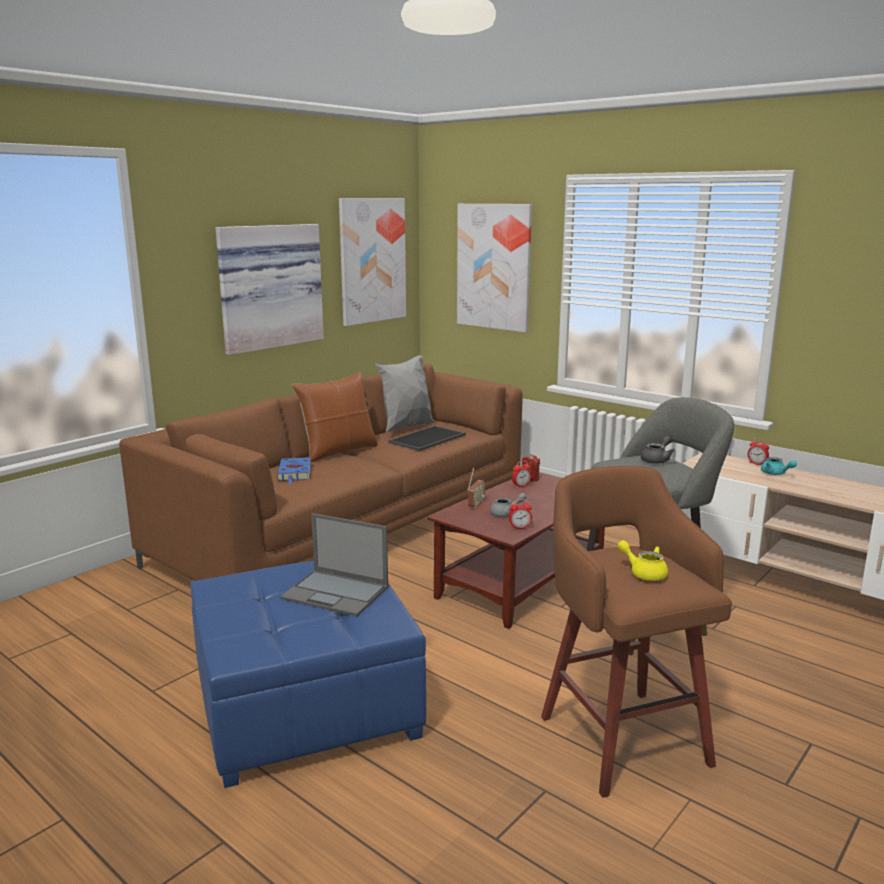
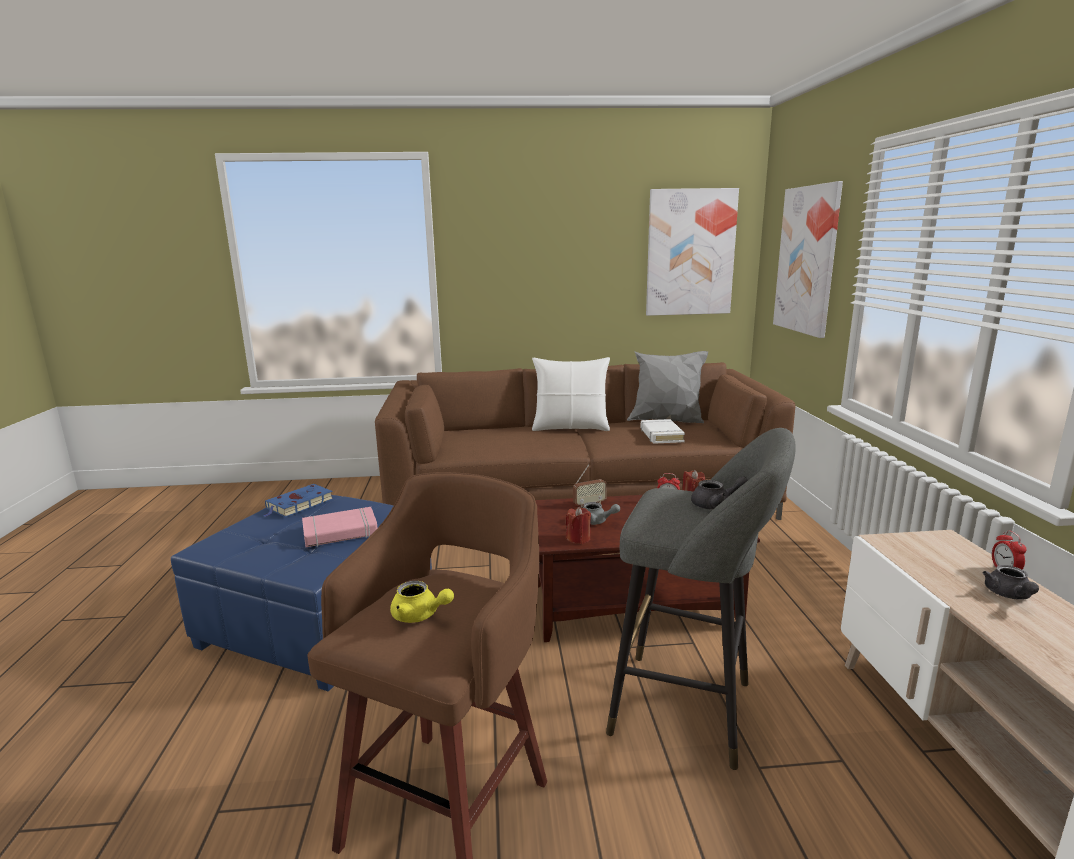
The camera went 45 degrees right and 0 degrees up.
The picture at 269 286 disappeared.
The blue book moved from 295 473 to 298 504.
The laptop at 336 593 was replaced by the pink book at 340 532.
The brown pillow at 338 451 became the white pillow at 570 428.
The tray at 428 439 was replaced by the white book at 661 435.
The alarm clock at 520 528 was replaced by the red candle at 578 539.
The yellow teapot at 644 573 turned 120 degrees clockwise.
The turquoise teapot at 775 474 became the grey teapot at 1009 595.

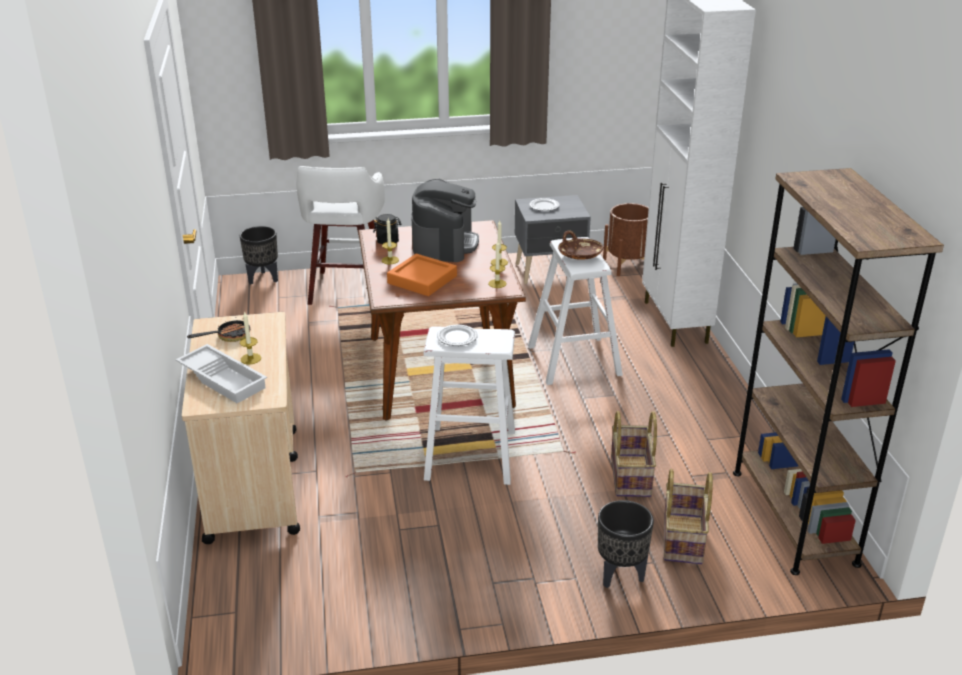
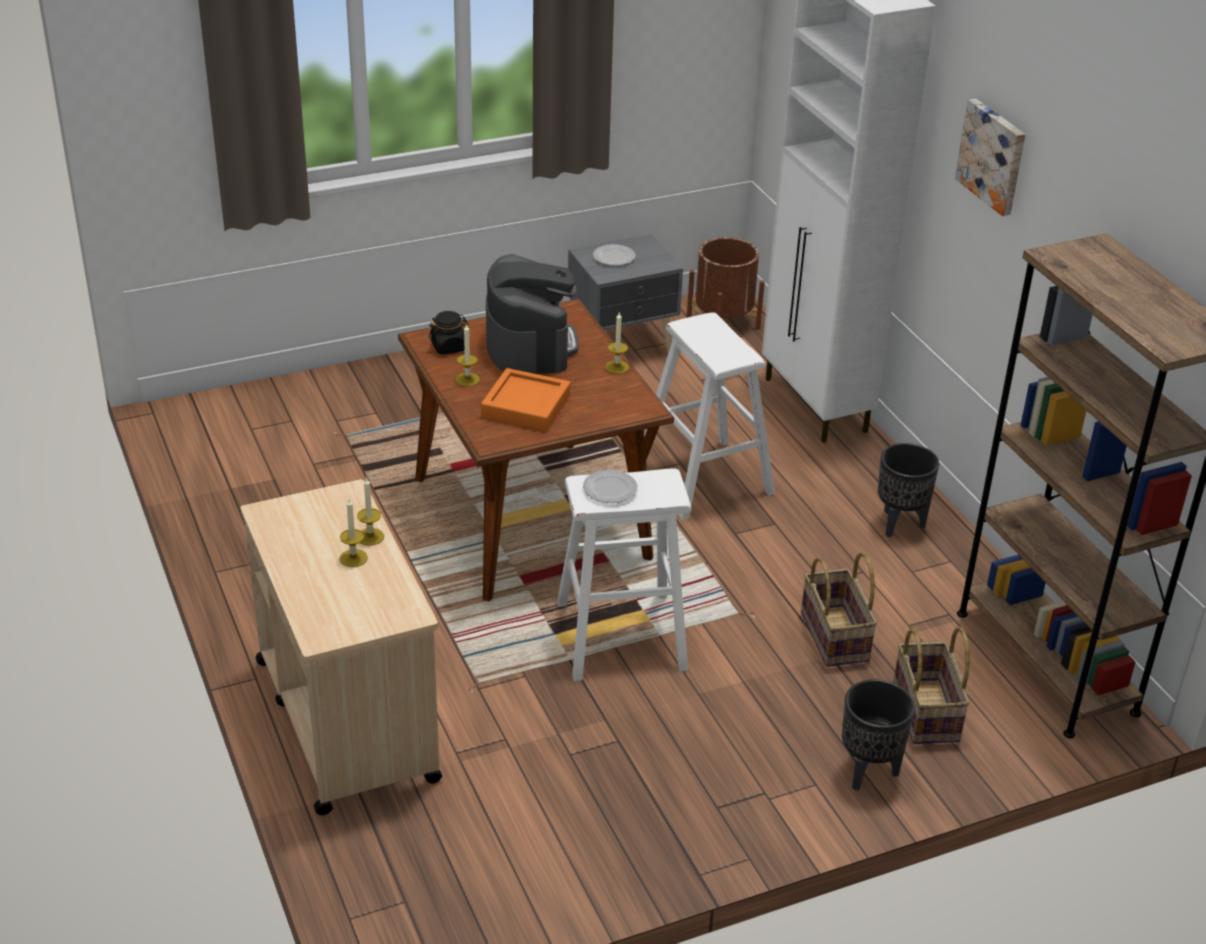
The camera went 15 degrees left and 5 degrees up.
The white tray at 224 378 disappeared.
The frying pan at 228 336 disappeared.
The black planter moved from 263 279 to 900 524.
The white stool at 347 290 disappeared.
The candle moved from 497 283 to 370 537.
The brown bowl at 579 255 disappeared.
The picture at 993 156 appeared.

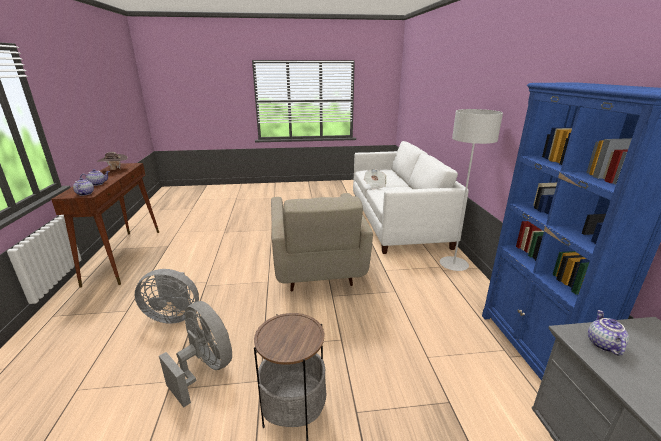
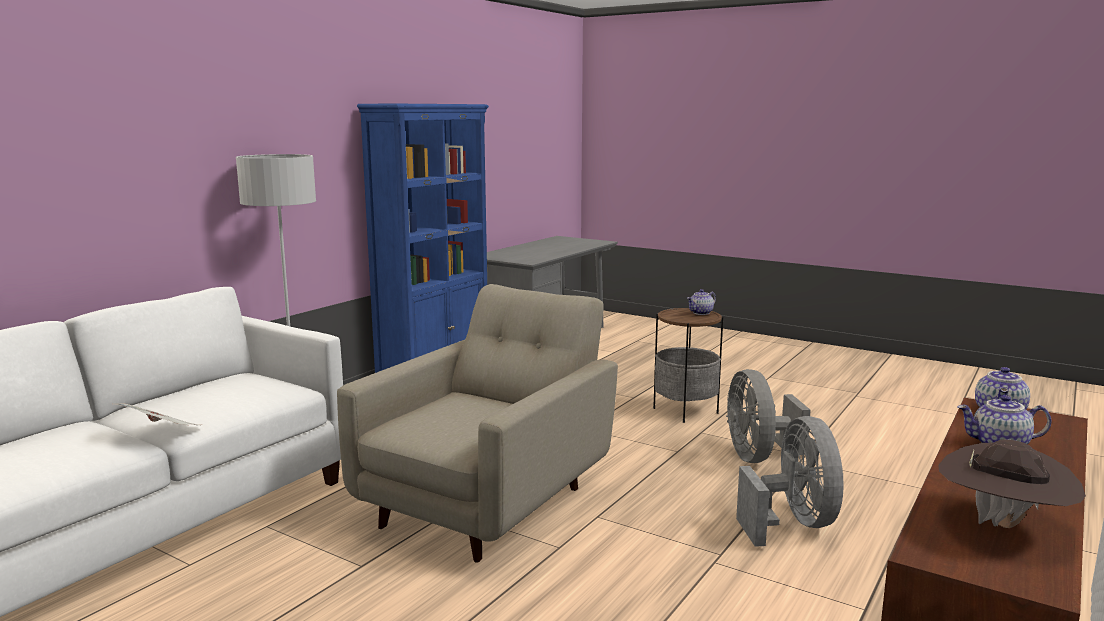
The camera went 140 degrees left and 10 degrees down.
The grey fan at 173 315 turned 45 degrees clockwise.
The teapot moved from 602 344 to 701 313.

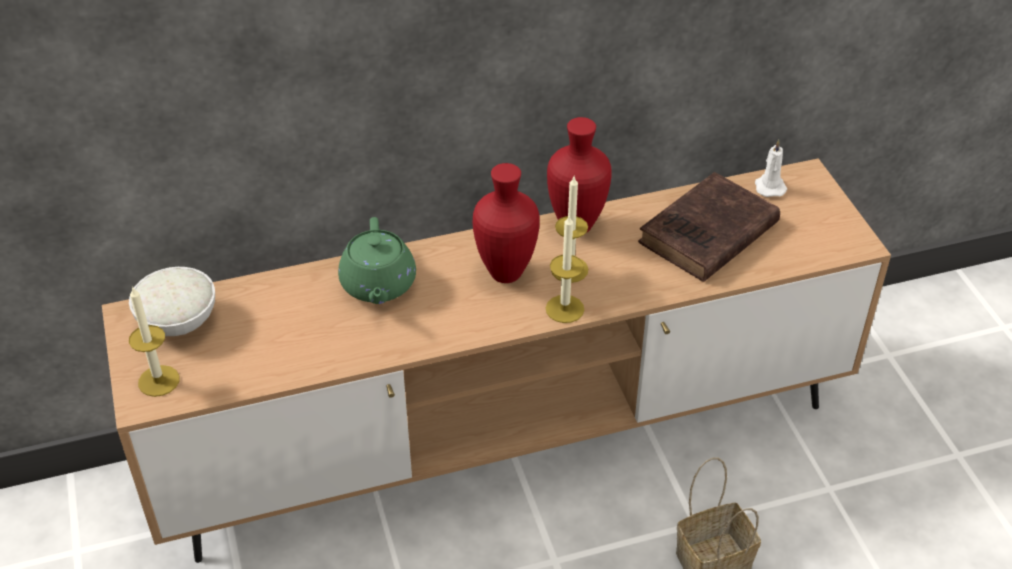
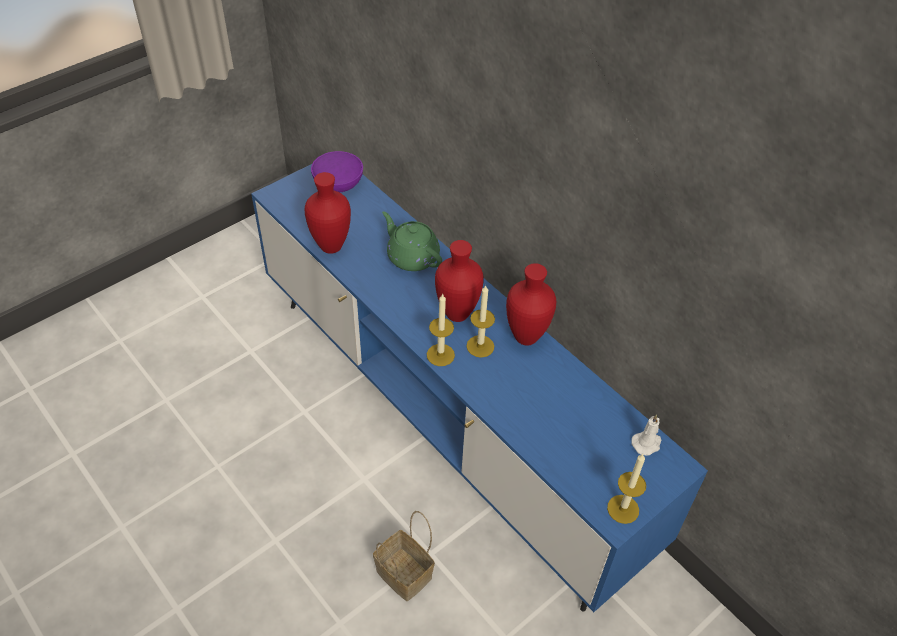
The camera went 65 degrees right and 5 degrees up.
The brown tv stand at 504 442 became the blue tv stand at 446 419.
The white bowl at 179 321 became the purple bowl at 338 185.
The candle moved from 158 381 to 623 509.
The green teapot at 378 285 turned 75 degrees clockwise.
The brown book at 706 235 disappeared.
The red vase at 331 246 appeared.

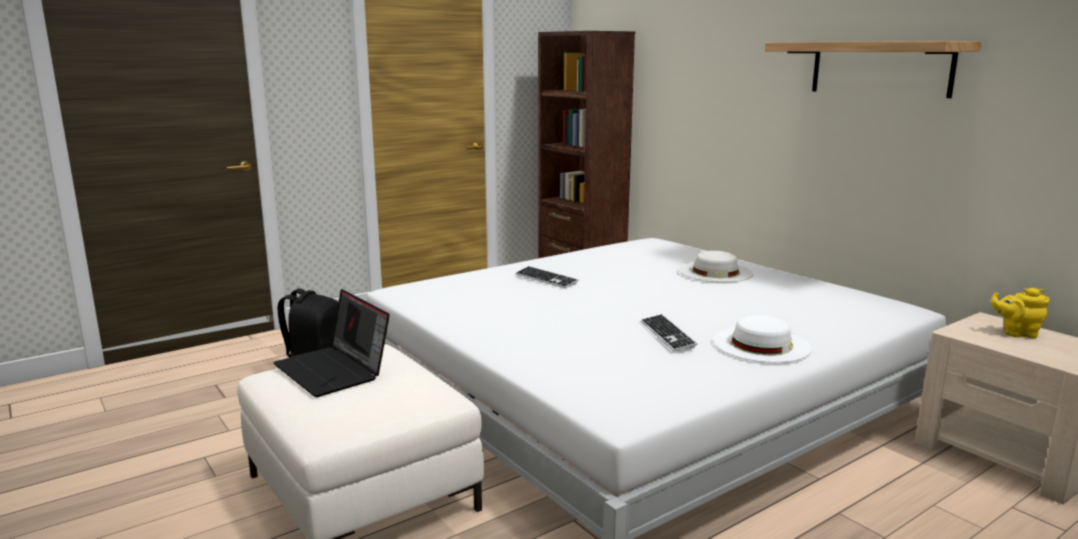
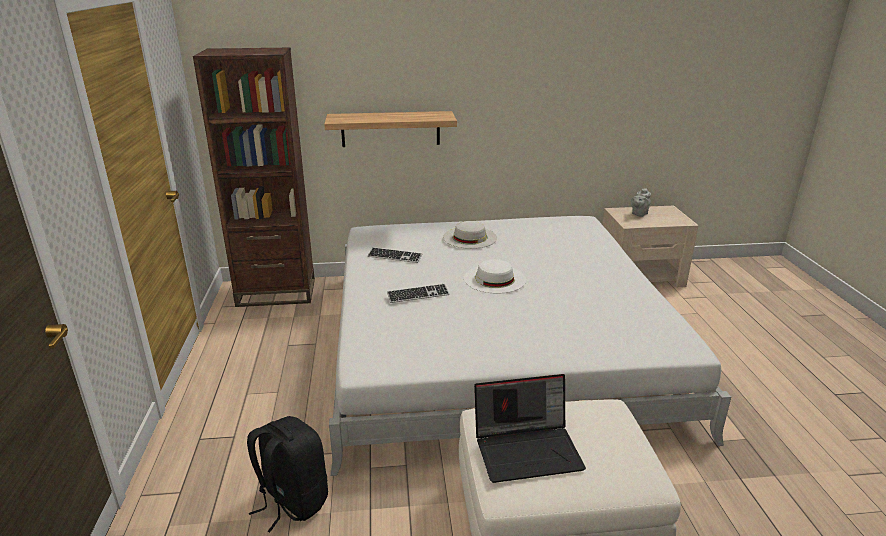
The camera went 60 degrees left and 10 degrees up.
The keyboard moved from 667 334 to 394 256.
The white hat moved from 761 344 to 494 278.
The shelf moved from 880 68 to 390 129.
The yellow teapot at 1016 333 became the grey teapot at 639 214.

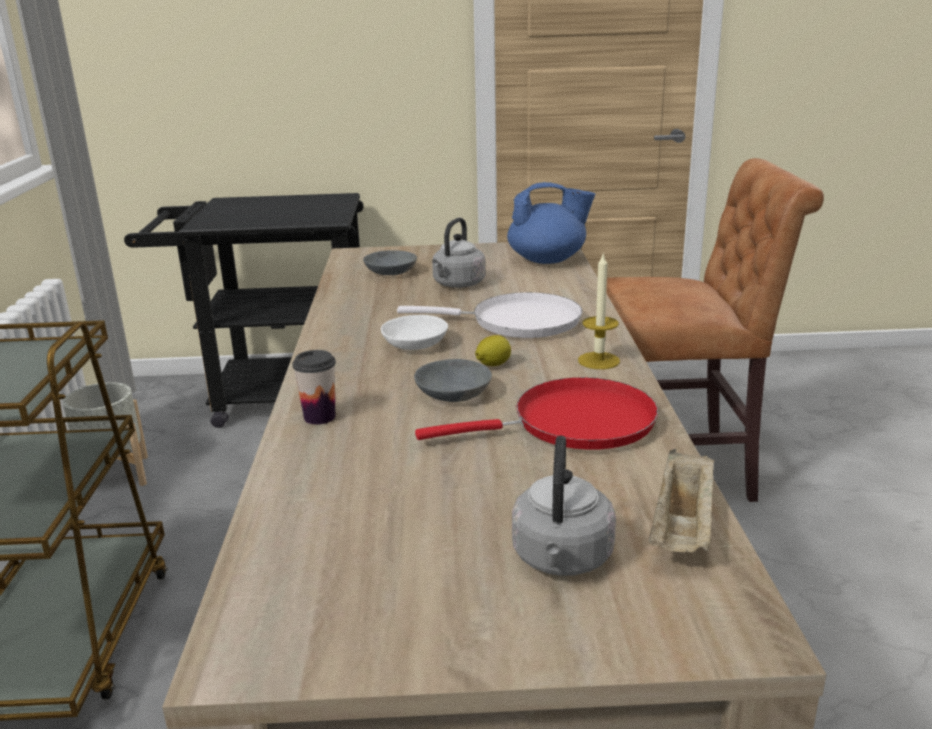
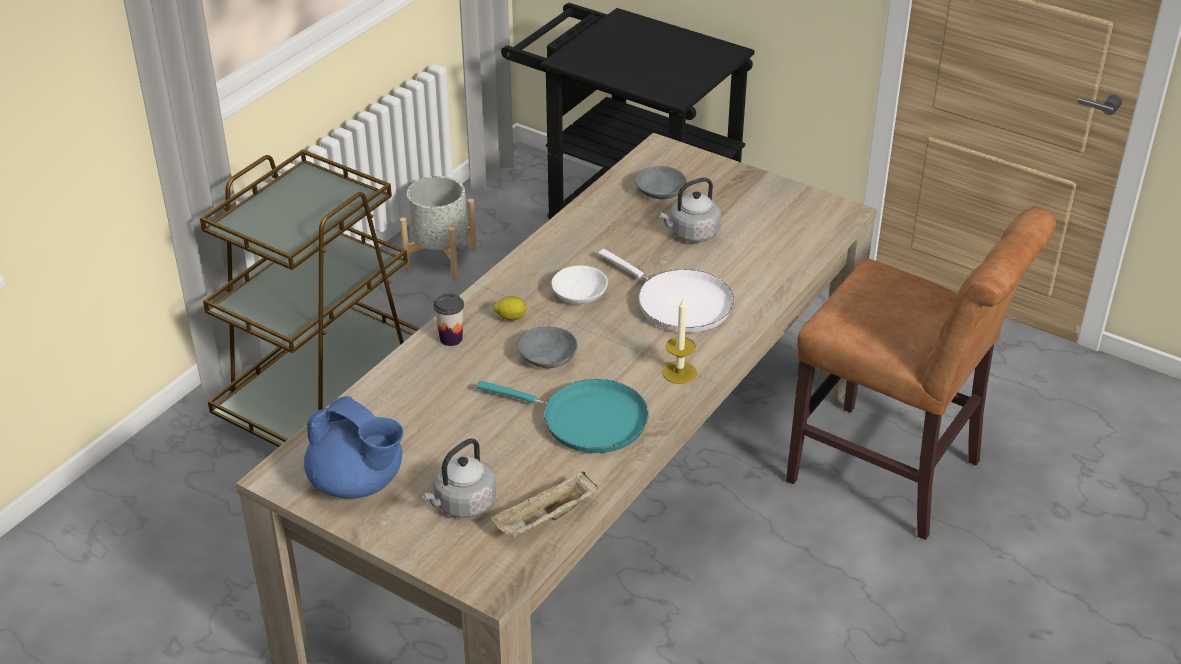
The camera went 35 degrees right and 15 degrees up.
The red frying pan at 574 424 became the turquoise frying pan at 587 420.
The lemon moved from 493 365 to 511 317.
The blue teapot moved from 548 260 to 358 482.

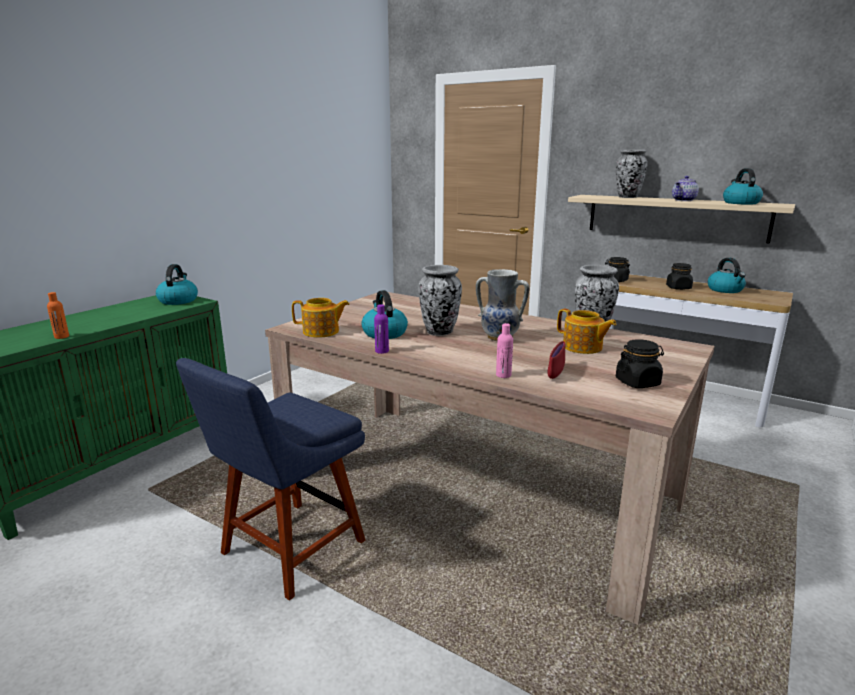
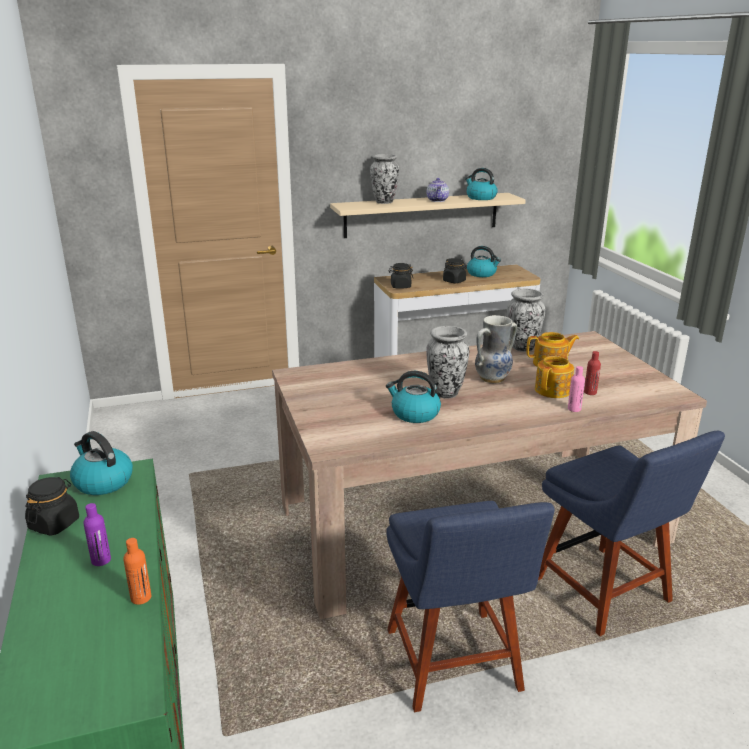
The camera went 50 degrees left and 5 degrees up.
The teapot moved from 322 332 to 553 390.
The purple bottle moved from 382 351 to 101 560.
The red bowl at 555 373 was replaced by the red bottle at 590 392.
The black jar moved from 637 382 to 54 524.
The blue chair at 606 594 appeared.

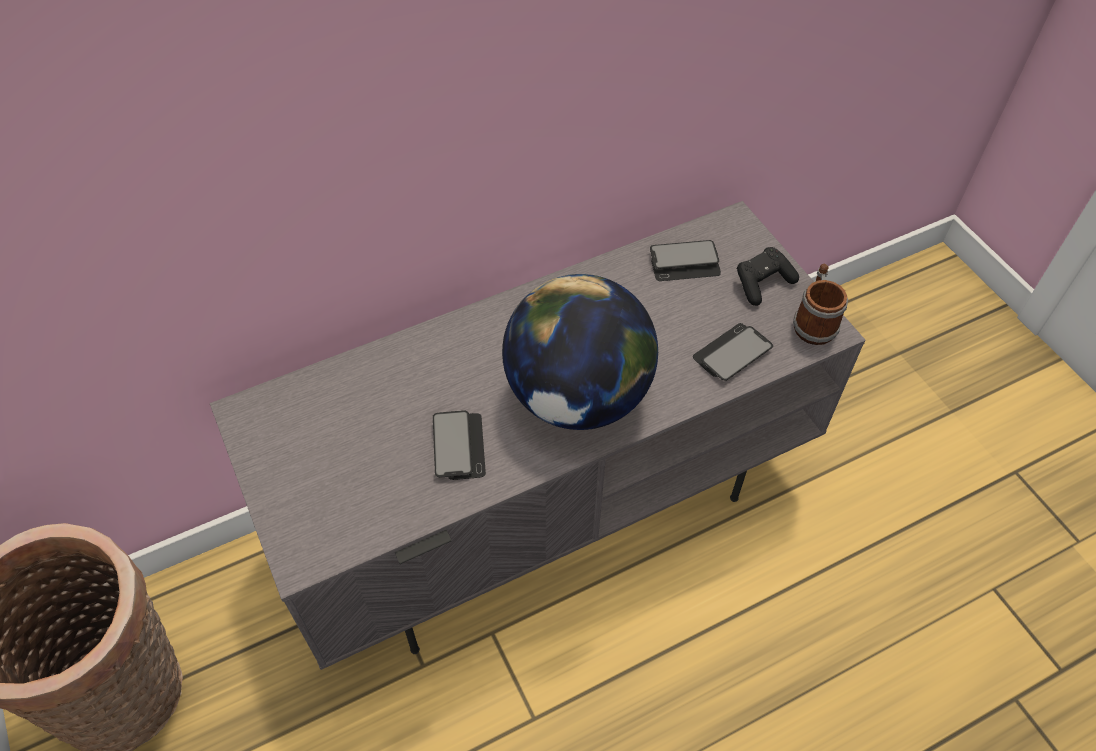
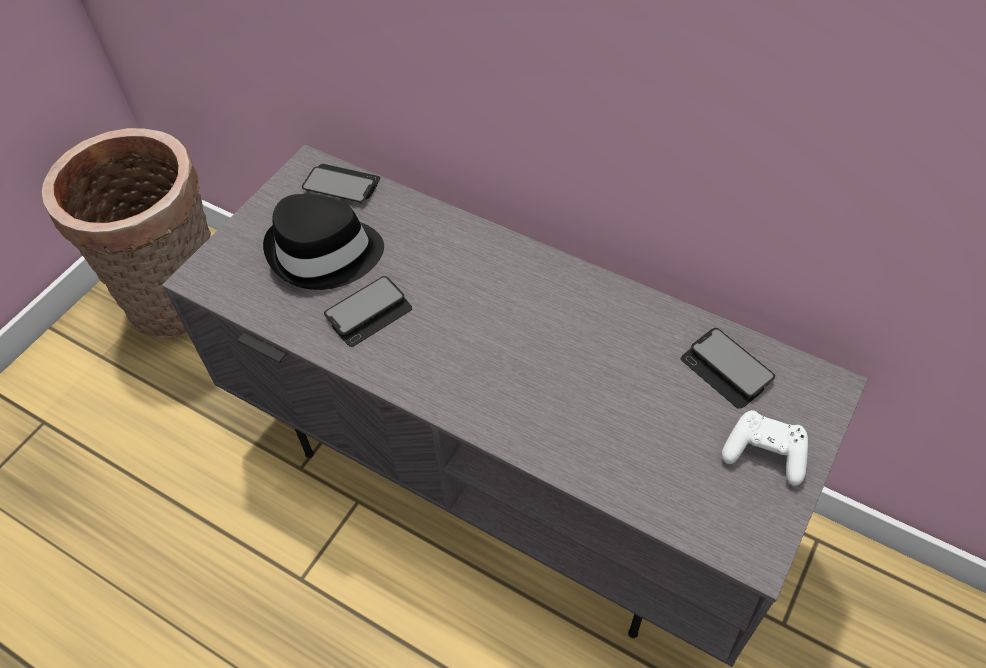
The camera went 60 degrees right and 0 degrees up.
The globe at 578 396 disappeared.
The phone moved from 732 353 to 341 185.
The black game controller at 762 283 became the white game controller at 764 453.
The mug at 813 322 disappeared.
The black hat at 324 254 appeared.

